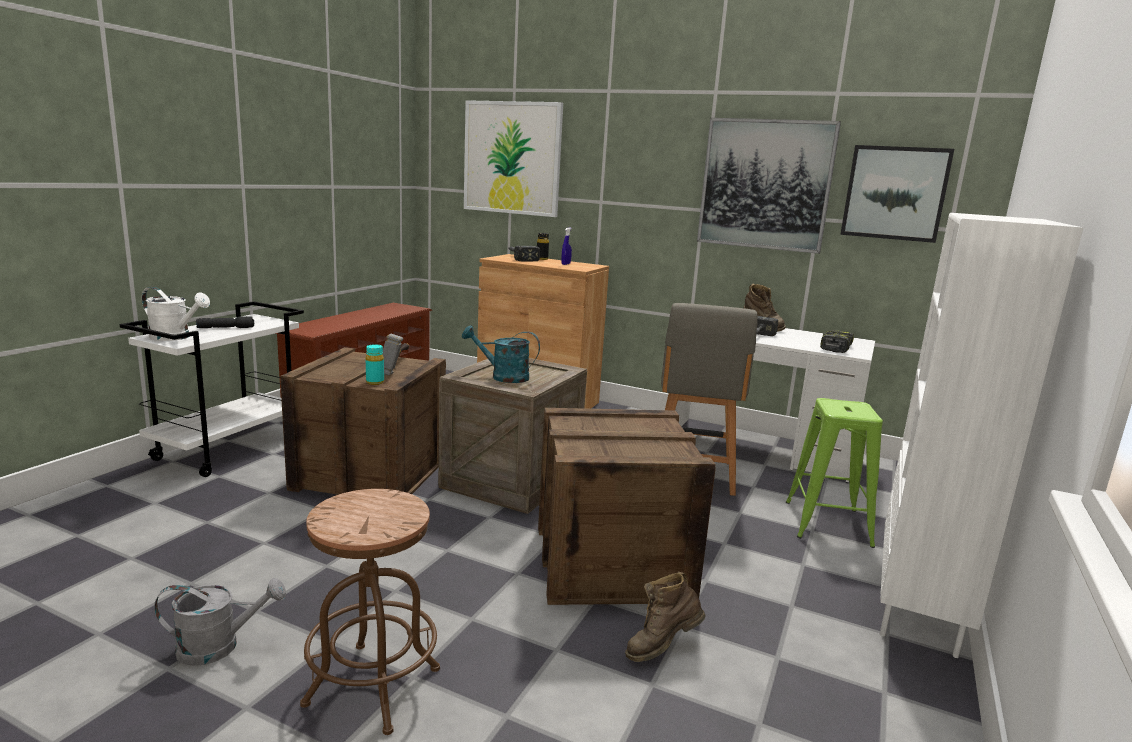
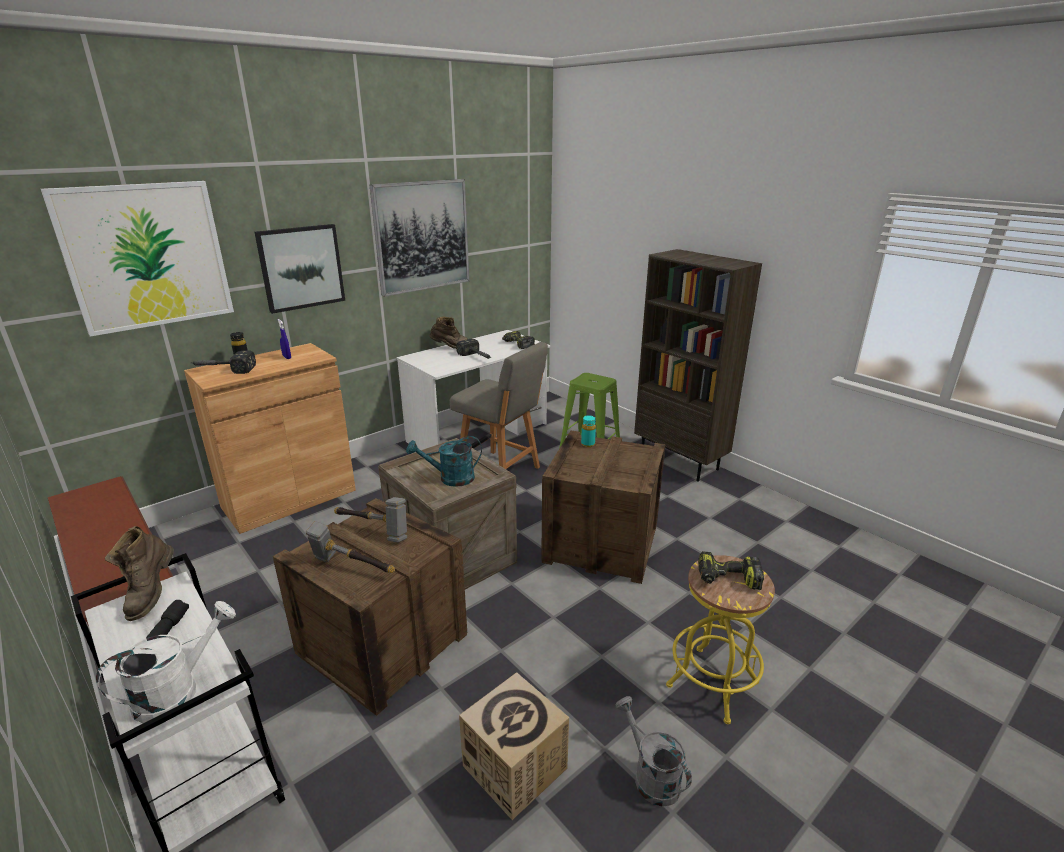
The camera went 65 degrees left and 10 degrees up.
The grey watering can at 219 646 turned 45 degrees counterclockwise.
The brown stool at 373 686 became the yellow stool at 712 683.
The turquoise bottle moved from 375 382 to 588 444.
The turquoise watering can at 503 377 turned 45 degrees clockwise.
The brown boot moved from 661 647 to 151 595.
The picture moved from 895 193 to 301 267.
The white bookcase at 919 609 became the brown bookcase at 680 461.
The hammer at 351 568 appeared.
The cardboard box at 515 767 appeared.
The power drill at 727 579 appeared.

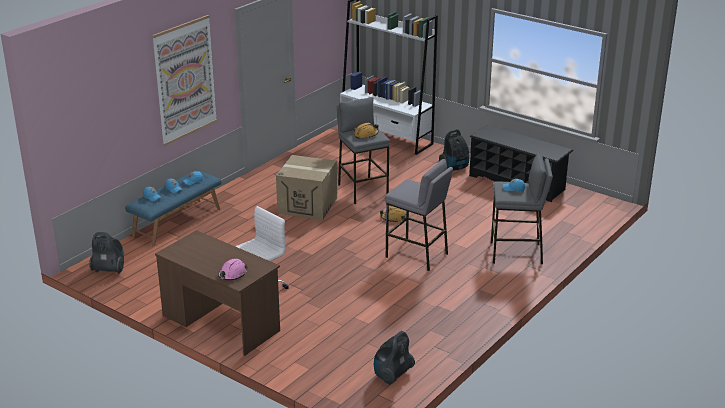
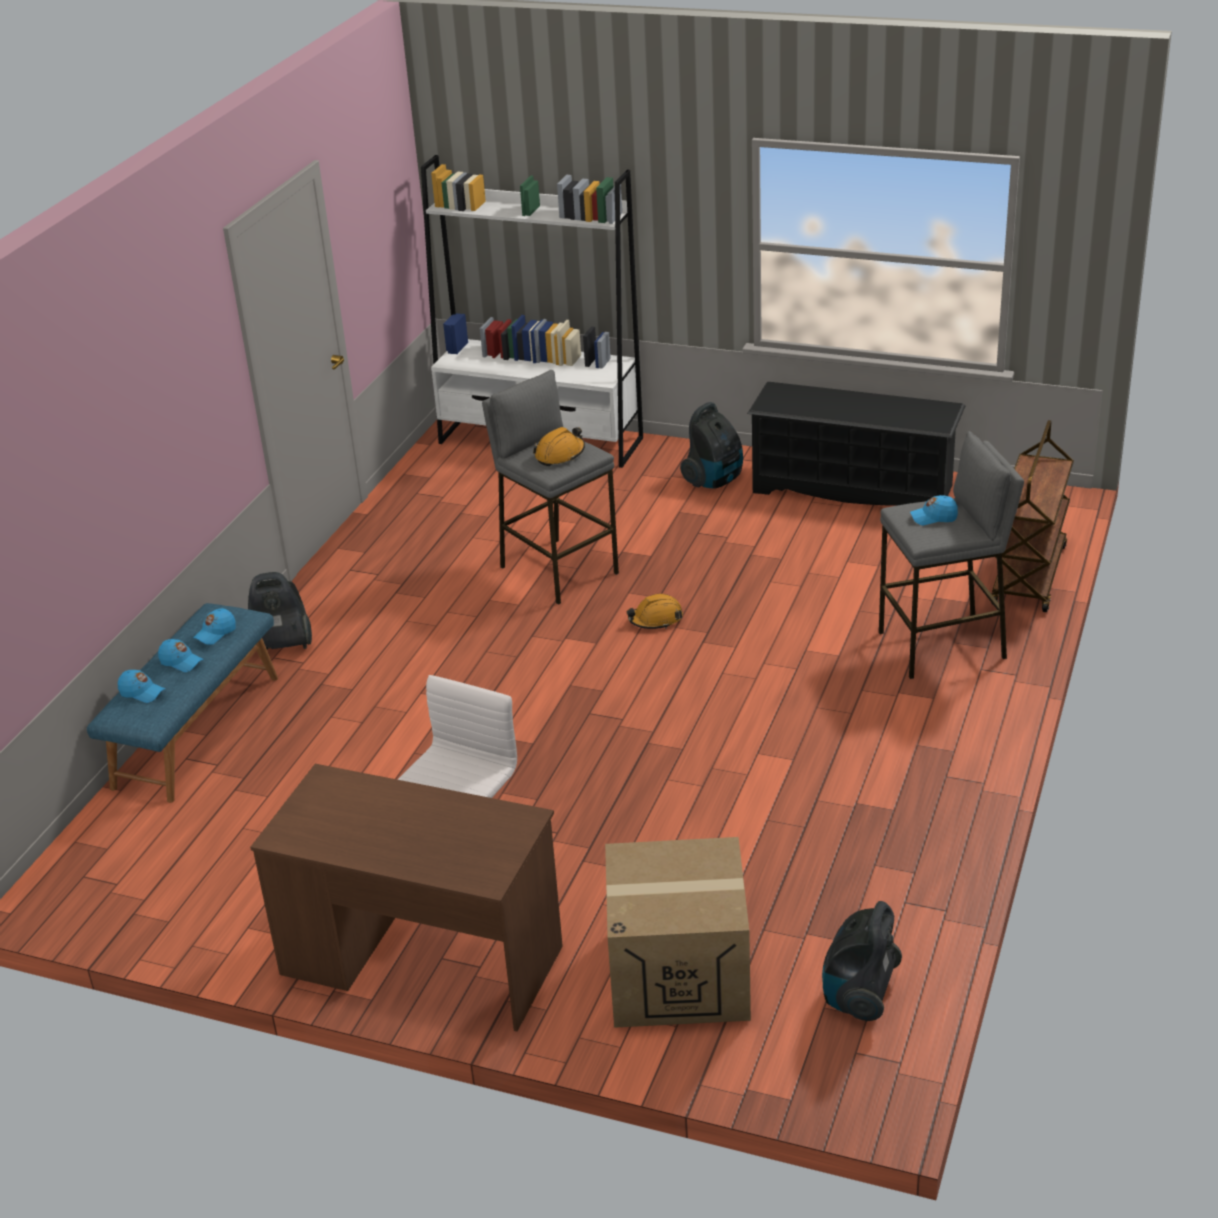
The camera went 15 degrees left and 5 degrees up.
The vacuum cleaner moved from 109 270 to 282 645.
The picture at 185 80 disappeared.
The pink hard hat at 232 274 disappeared.
The cardboard box moved from 308 205 to 679 974.
The grey stool at 417 255 disappeared.
The brown cart at 1029 576 appeared.

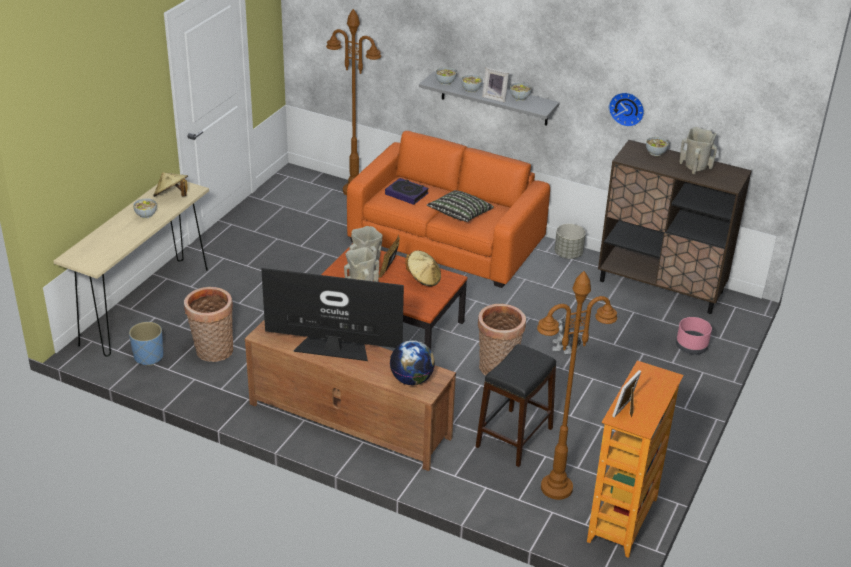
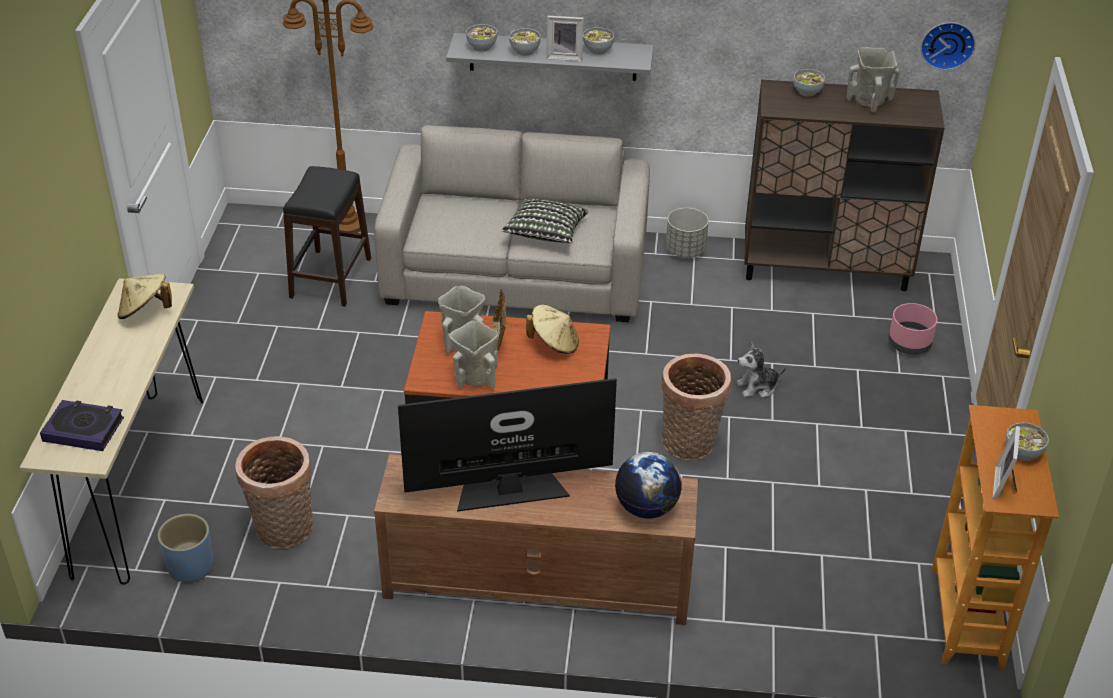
The camera went 20 degrees left and 5 degrees up.
The bowl moved from 146 215 to 1022 453.
The orange sofa at 446 241 became the beige sofa at 516 270.
The book moved from 406 194 to 83 429.
The black stool moved from 515 437 to 331 277.
The brown floor lamp at 556 488 disappeared.
The wall clock moved from 627 108 to 947 44.

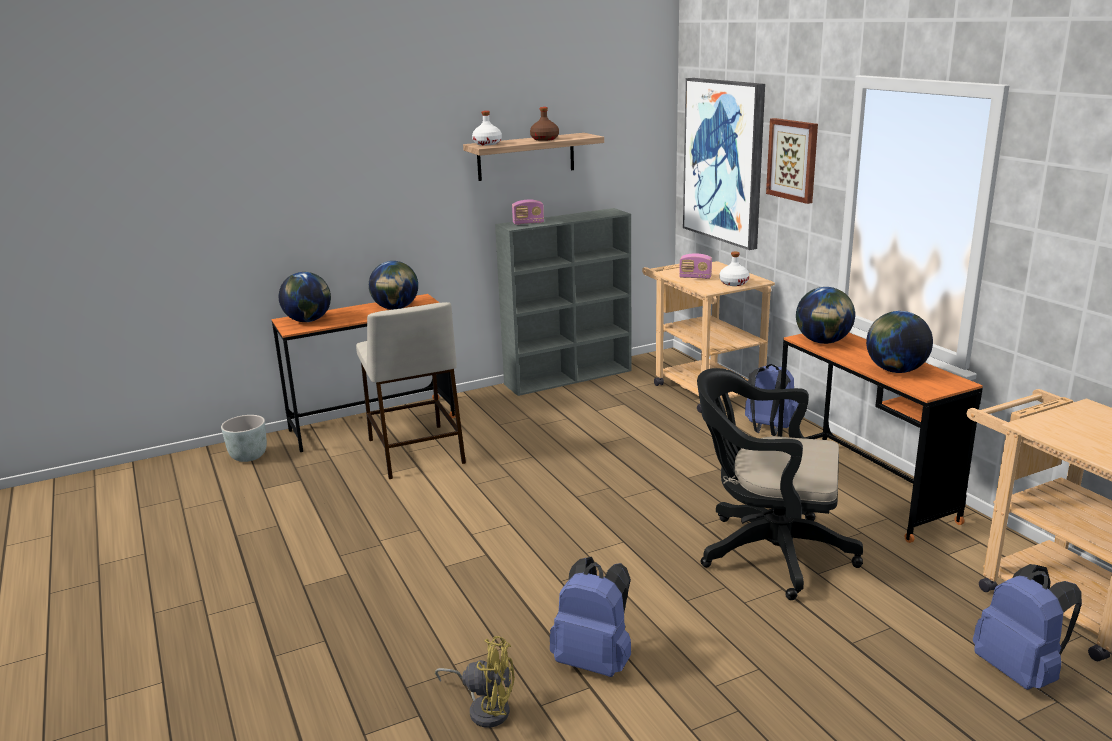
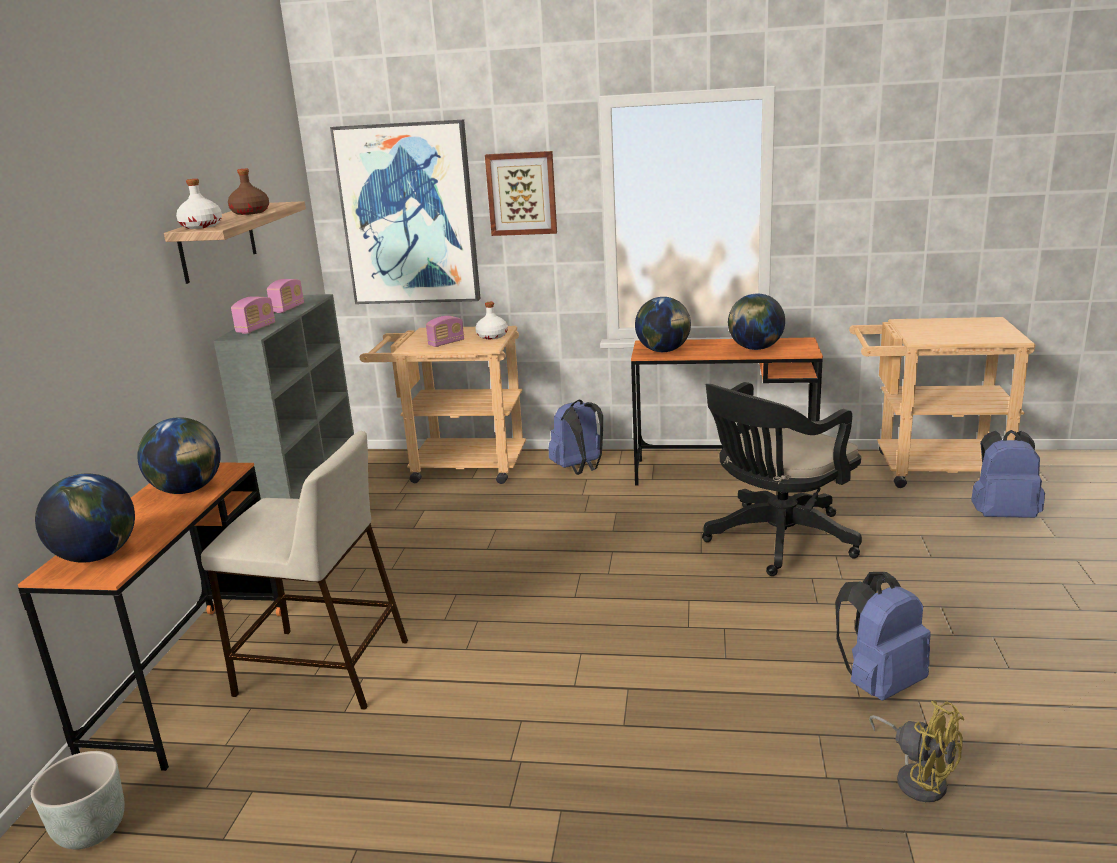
The camera went 55 degrees left and 0 degrees up.
The yellow fan at 485 708 turned 90 degrees clockwise.
The radio at 288 309 appeared.

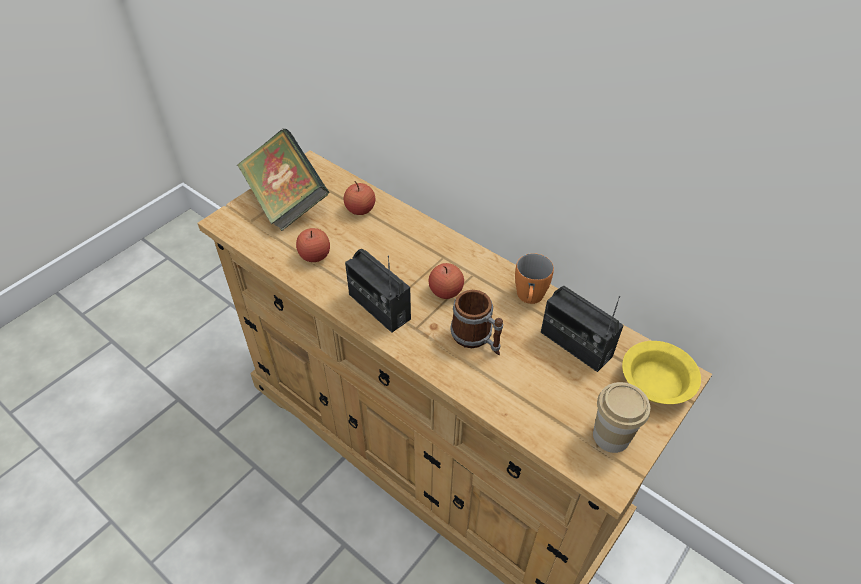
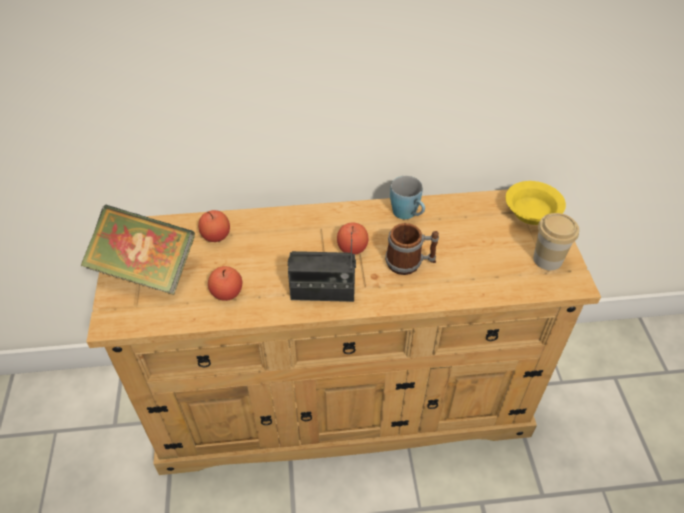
The camera went 45 degrees left and 0 degrees up.
The orange mug at 529 299 became the blue mug at 408 215.
The radio at 575 344 disappeared.

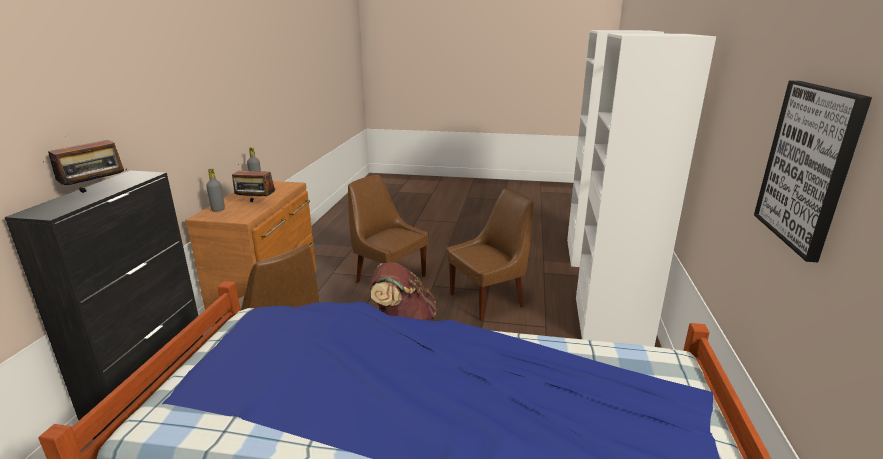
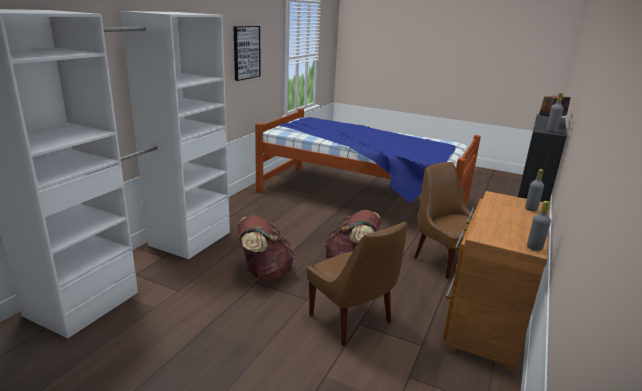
The camera went 165 degrees left and 0 degrees up.
The radio at 256 203 disappeared.
The brown chair at 488 300 was replaced by the brown backpack at 264 272.
The grey bottle at 551 131 appeared.

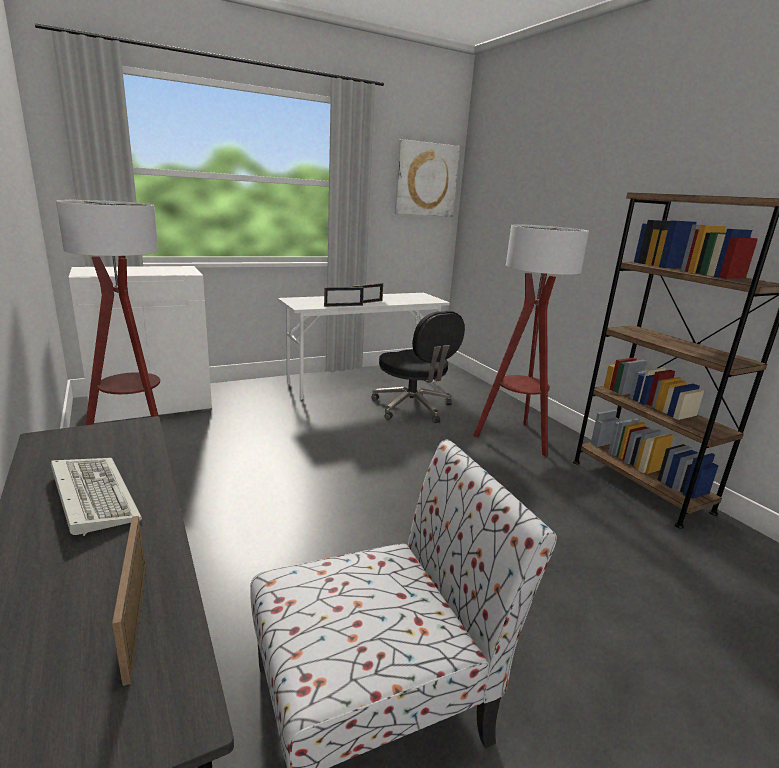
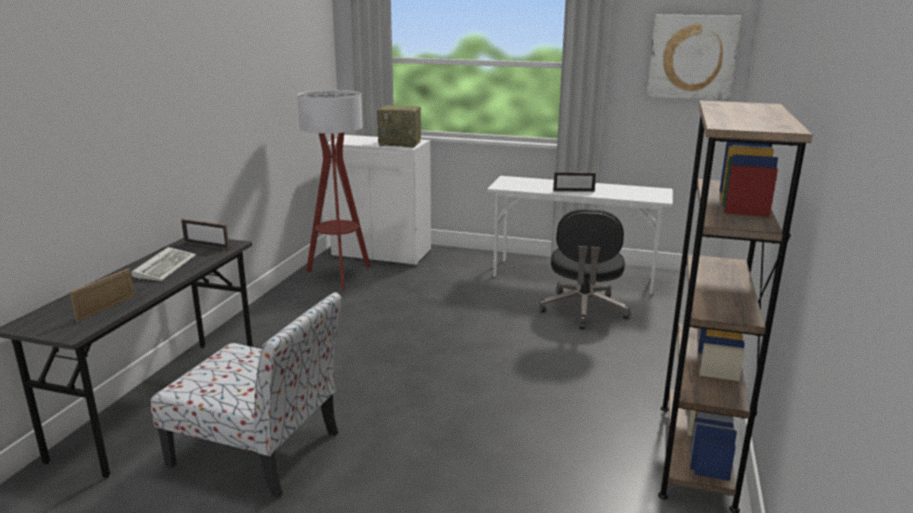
The camera went 45 degrees right and 0 degrees up.
The picture frame moved from 343 306 to 206 245.
The floor lamp at 514 438 disappeared.
The radio at 401 143 appeared.

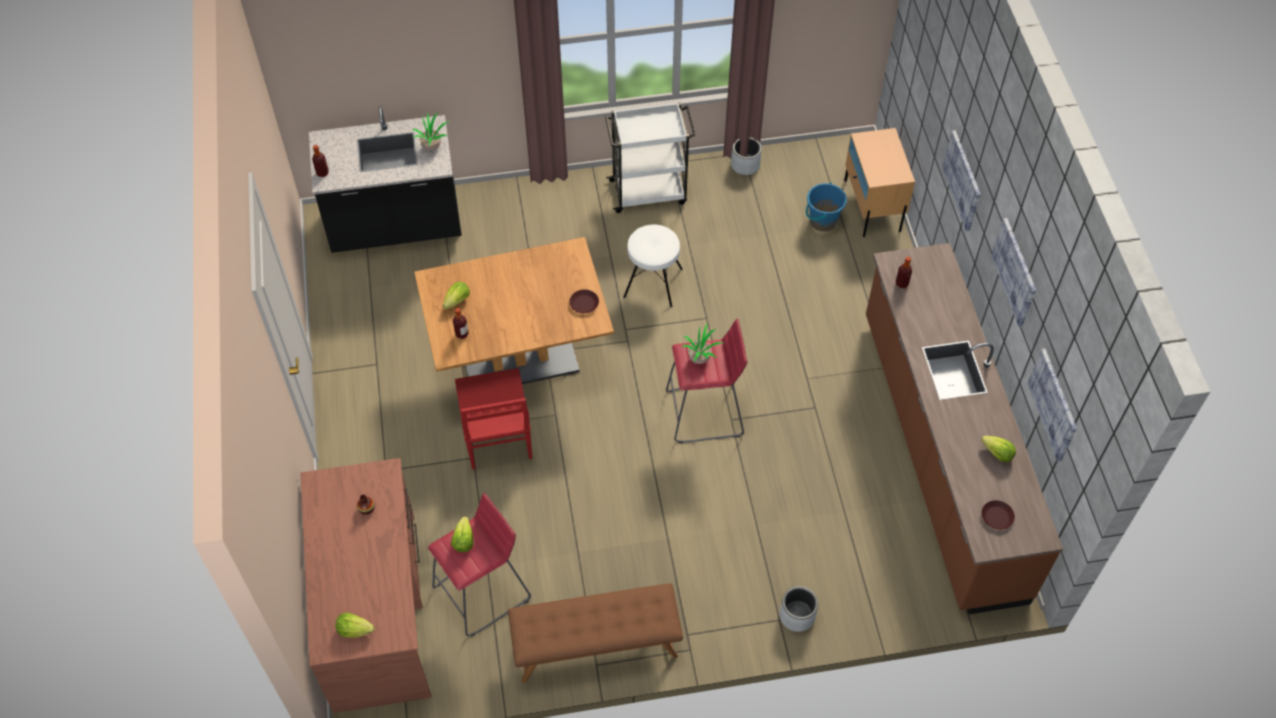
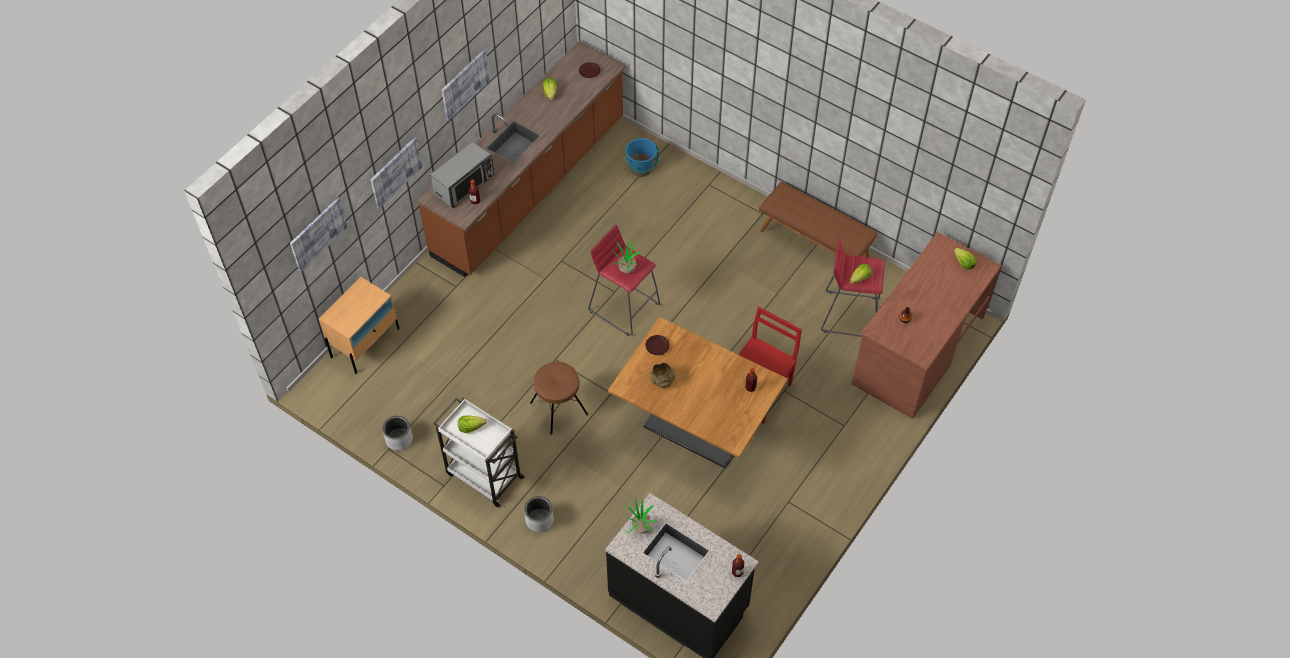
The camera went 135 degrees left and 0 degrees up.
The lettuce moved from 457 301 to 470 427.
The white stool at 653 282 became the brown stool at 558 408.
The grey planter moved from 797 615 to 539 520.
The blue bucket moved from 822 221 to 641 169.
The picture moved from 1053 404 to 318 233.
The microwave at 464 184 appeared.
The beige bowl at 662 380 appeared.

